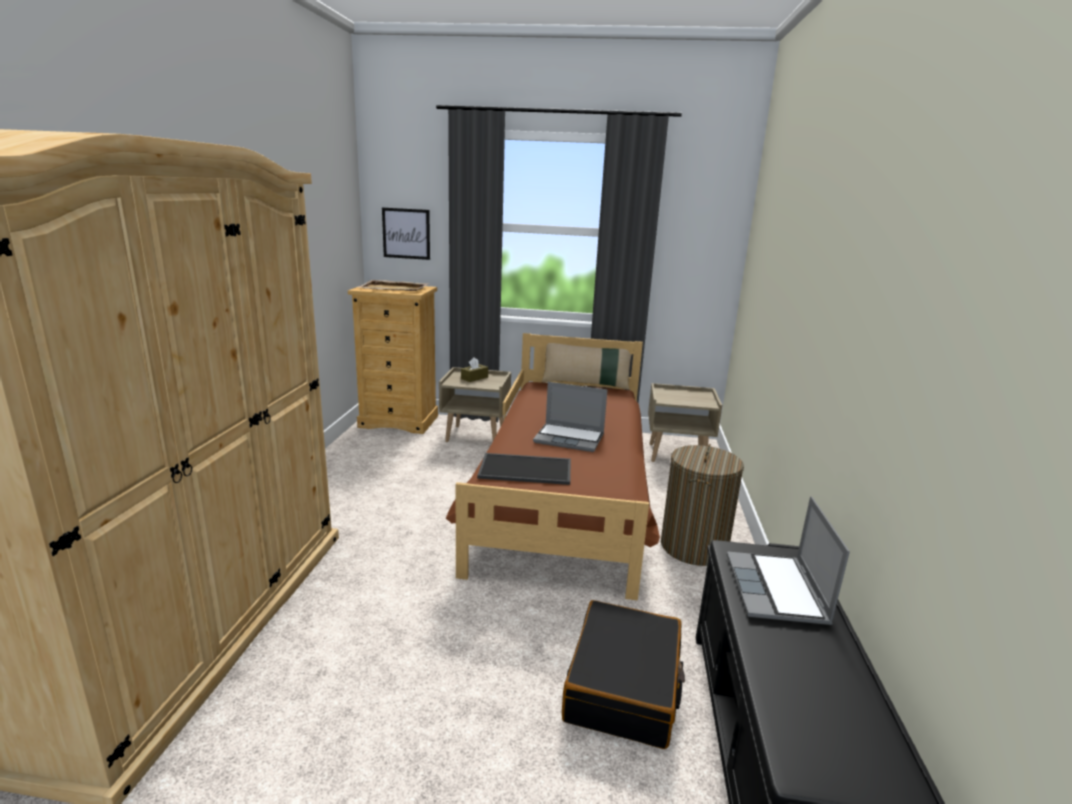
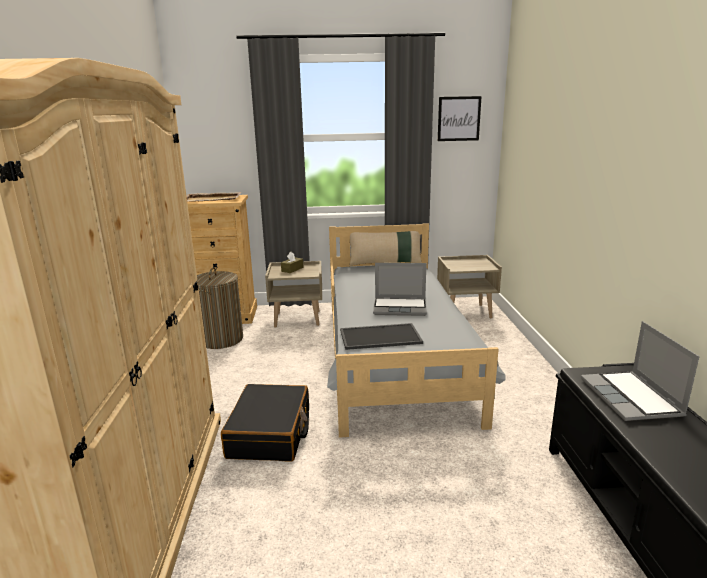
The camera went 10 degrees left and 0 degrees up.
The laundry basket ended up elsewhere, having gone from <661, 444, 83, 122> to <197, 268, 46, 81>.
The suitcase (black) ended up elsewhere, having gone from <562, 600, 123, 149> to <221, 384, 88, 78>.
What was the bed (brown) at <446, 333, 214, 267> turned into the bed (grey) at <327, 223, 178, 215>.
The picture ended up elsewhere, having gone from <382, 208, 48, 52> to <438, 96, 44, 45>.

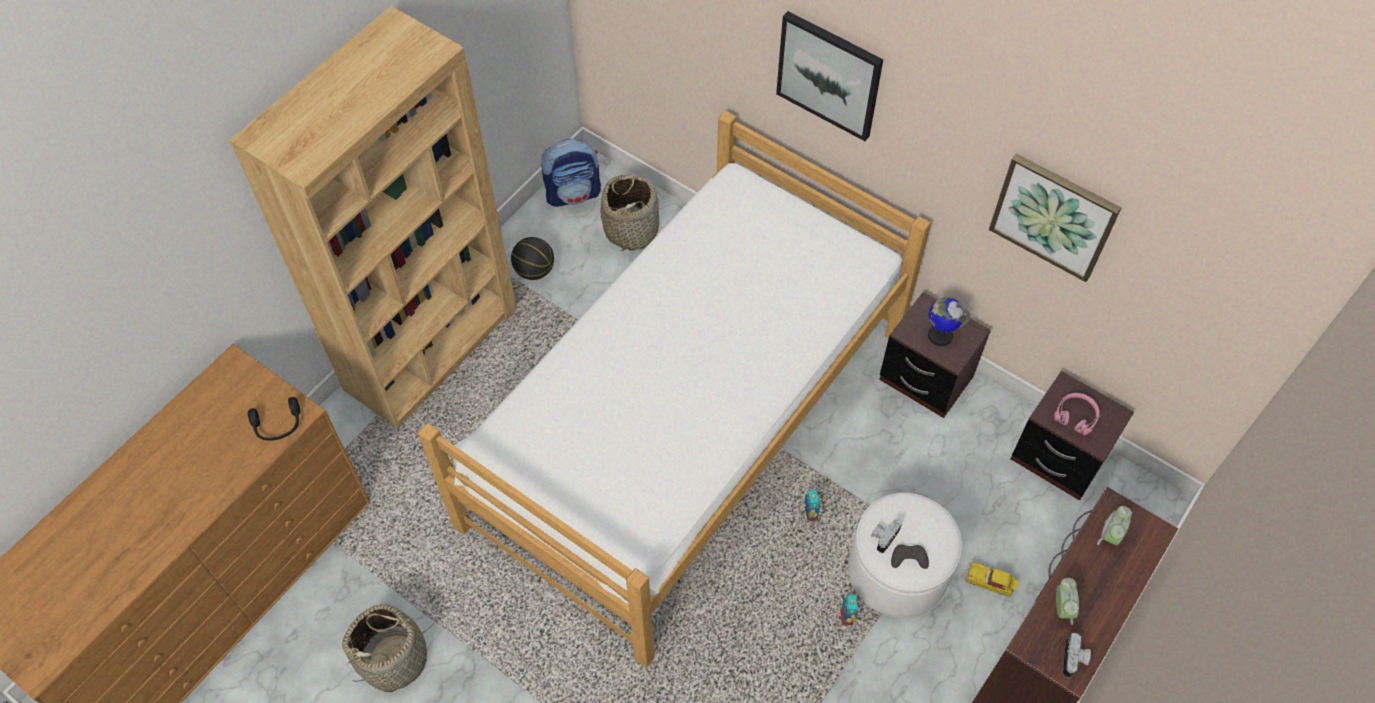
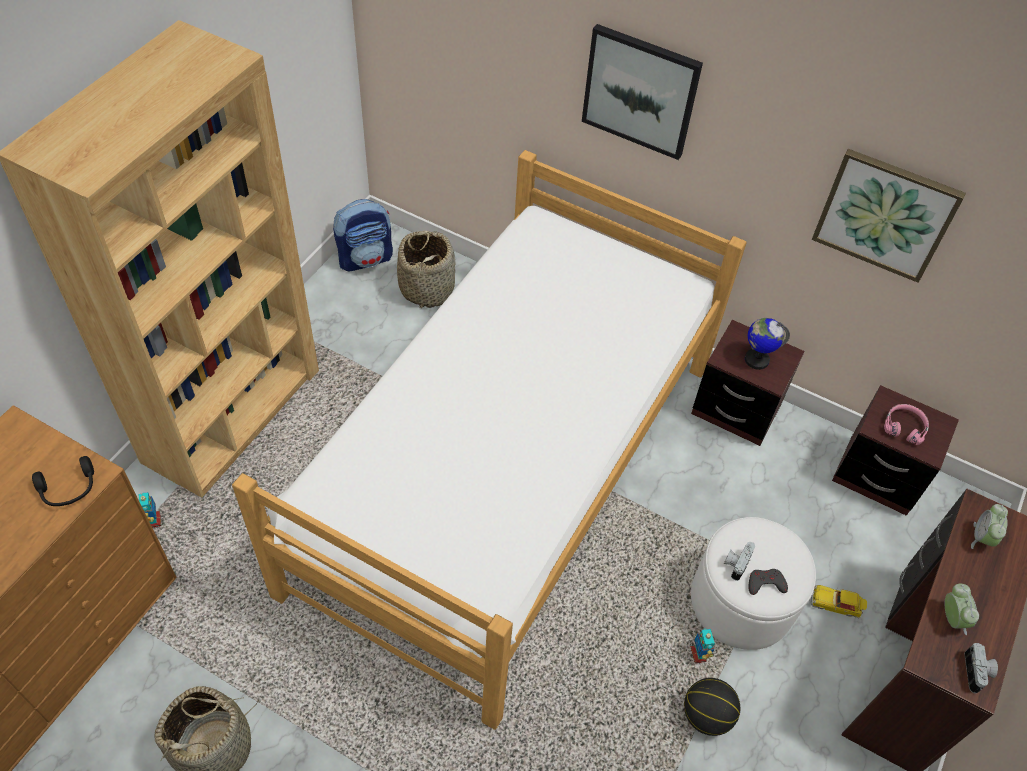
The camera went 10 degrees left and 5 degrees down.
The toy robot ended up elsewhere, having gone from <805, 490, 15, 32> to <138, 492, 23, 36>.
The basketball ended up elsewhere, having gone from <511, 237, 43, 43> to <684, 678, 56, 58>.

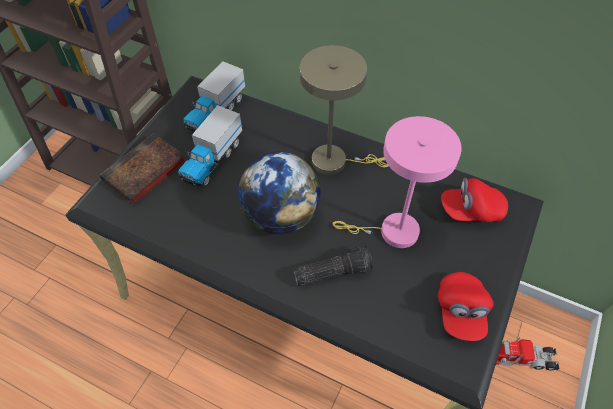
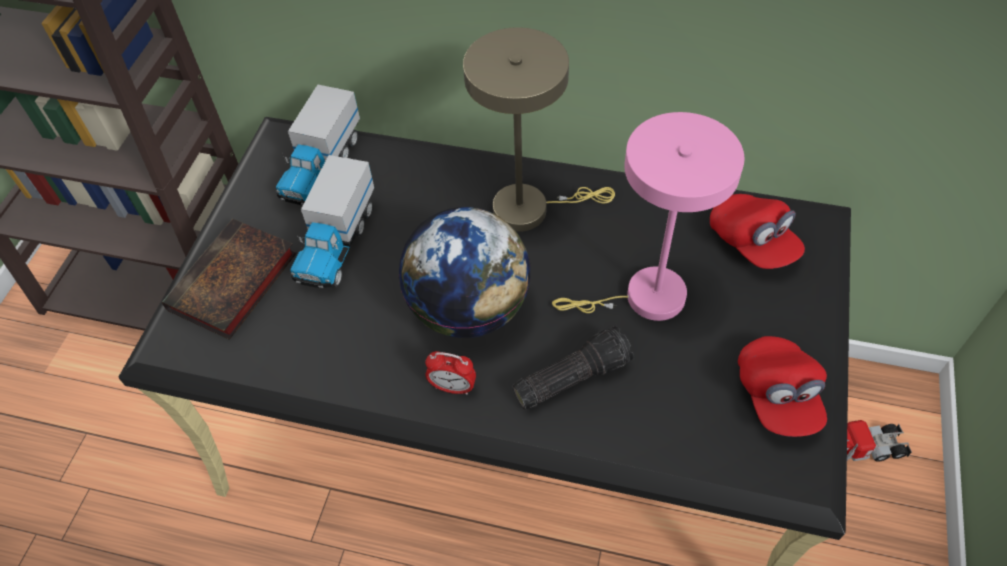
The camera went 10 degrees left and 0 degrees up.
The second view gained the alarm clock at <425, 351, 51, 44>.
The cap (red) at <441, 178, 67, 44> ended up facing another way, 105 degrees counterclockwise from before.

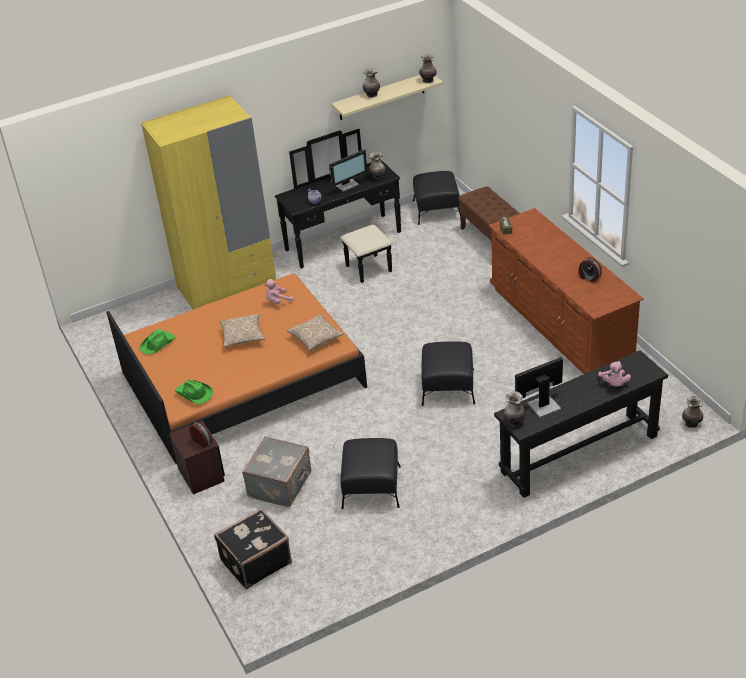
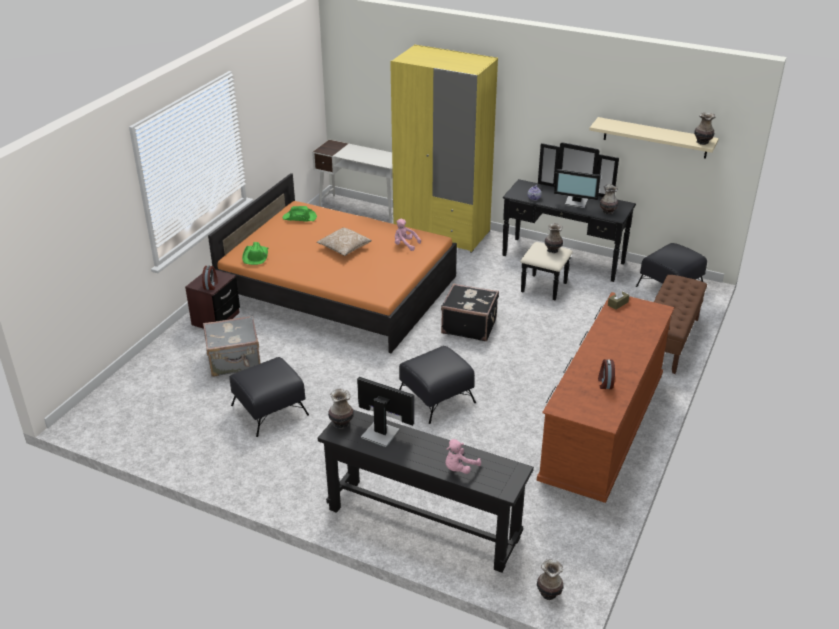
The camera went 50 degrees right and 5 degrees down.
The second view gained the desk (white) at <312, 140, 81, 83>.
The suitcase (black) ended up elsewhere, having gone from <214, 508, 78, 81> to <441, 284, 58, 57>.
The vase ended up elsewhere, having gone from <363, 68, 17, 30> to <545, 223, 18, 30>.
The second view lost the pillow at <287, 314, 56, 37>.

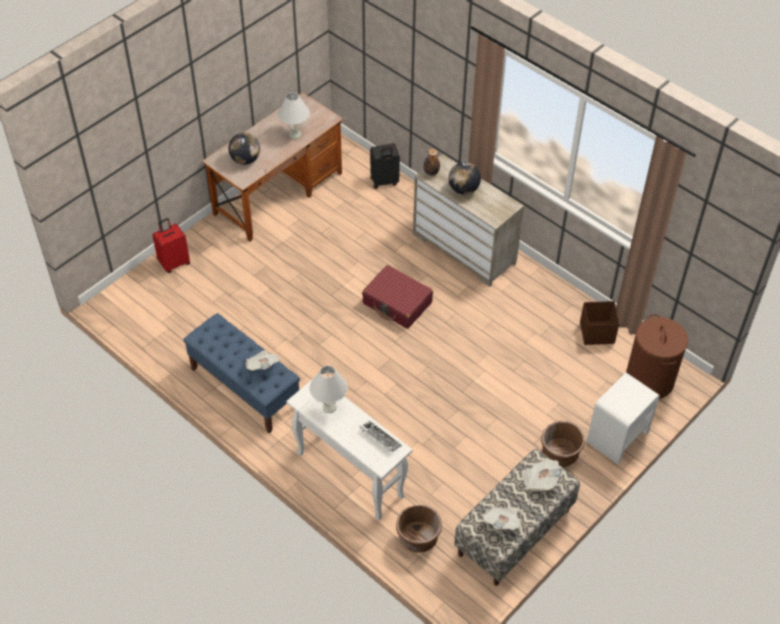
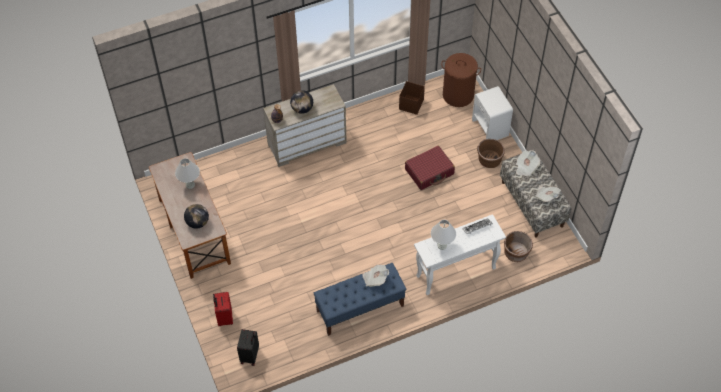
The camera went 65 degrees left and 5 degrees up.
The suitcase (black) ended up elsewhere, having gone from <370, 143, 30, 46> to <237, 329, 22, 37>.
The suitcase (red) ended up elsewhere, having gone from <362, 265, 71, 64> to <405, 146, 50, 44>.

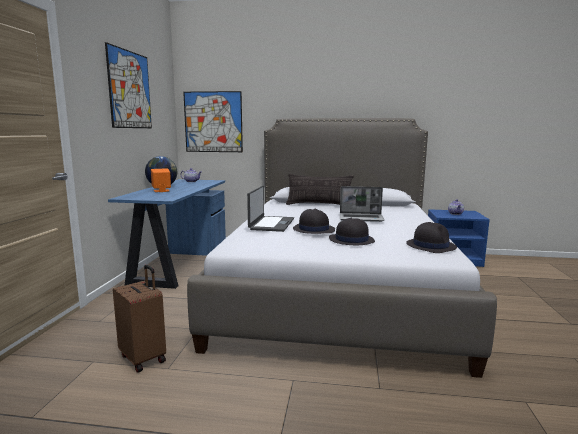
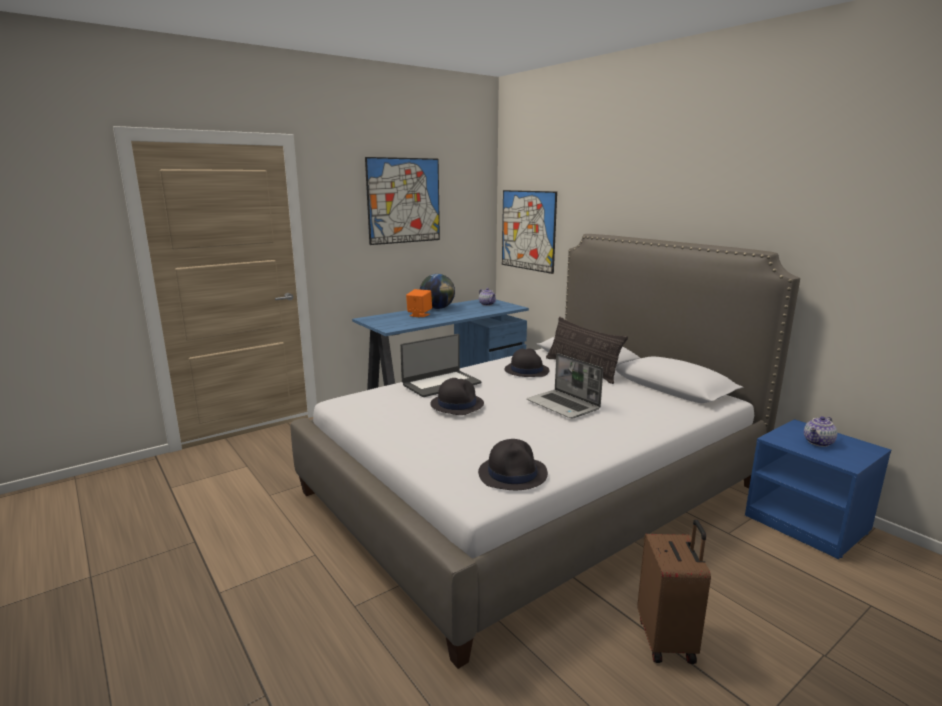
The camera went 45 degrees right and 5 degrees up.
The hat (black) ended up elsewhere, having gone from <329, 218, 46, 27> to <504, 348, 46, 29>.
The suitcase (brown) ended up elsewhere, having gone from <113, 265, 53, 108> to <637, 519, 74, 145>.

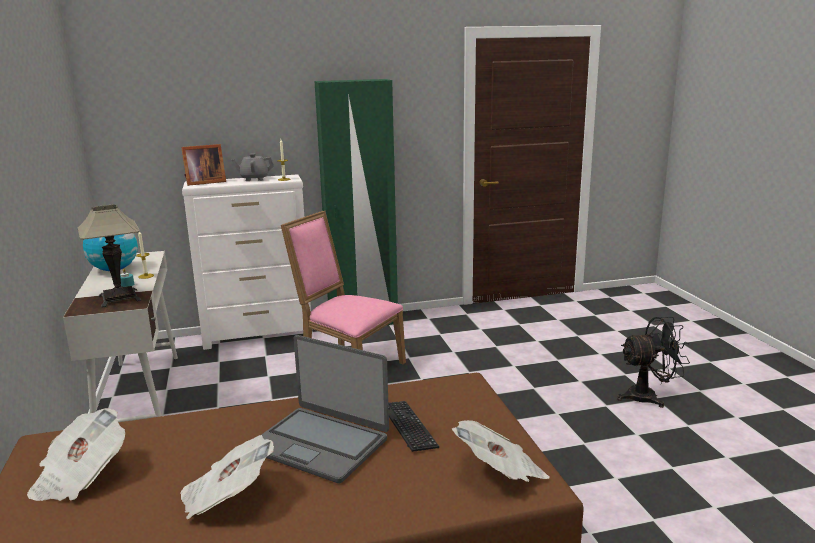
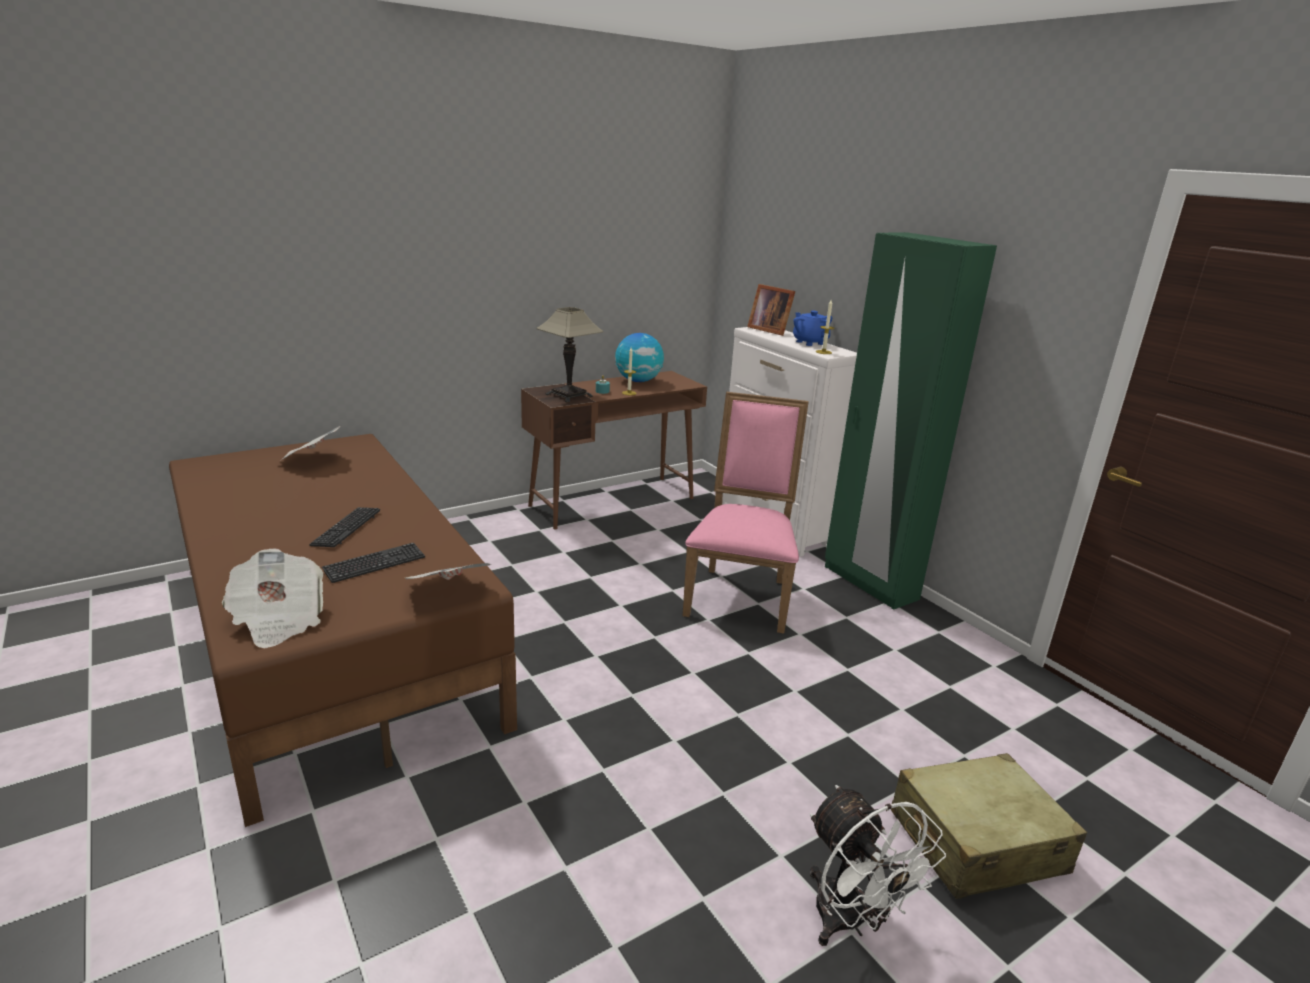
The camera went 70 degrees right and 5 degrees up.
Where the laptop stood at <262, 335, 127, 148>, the keyboard came to stand at <309, 507, 71, 40>.
The newspaper ended up elsewhere, having gone from <180, 435, 94, 84> to <406, 563, 85, 17>.
What was the desk (white) at <63, 251, 115, 171> turned into the desk (brown) at <521, 371, 186, 159>.
What was the teapot (grey) at <232, 153, 42, 28> turned into the teapot (blue) at <793, 311, 39, 35>.
What was the fan (black) at <617, 317, 73, 91> turned into the fan (white) at <810, 785, 136, 161>.
The second view gained the suitcase (beige) at <891, 753, 196, 146>.

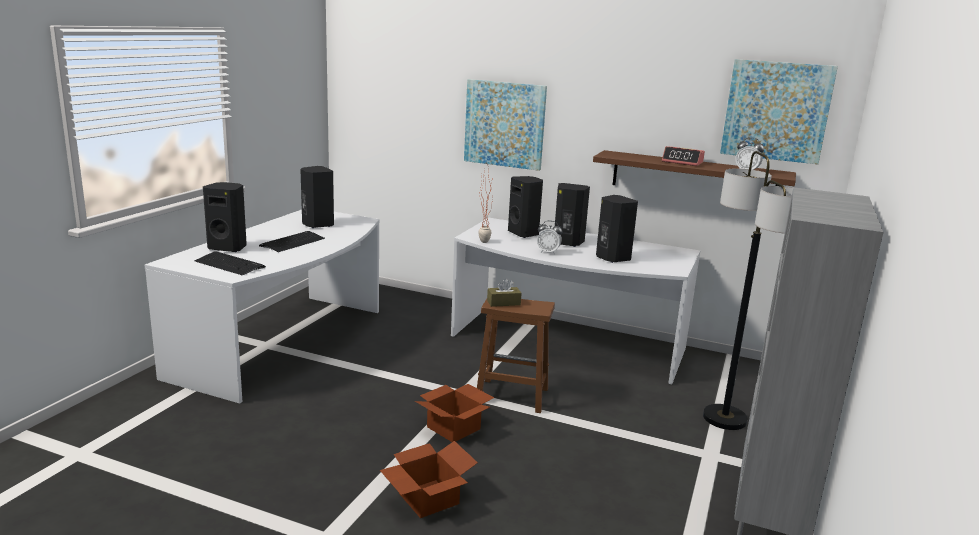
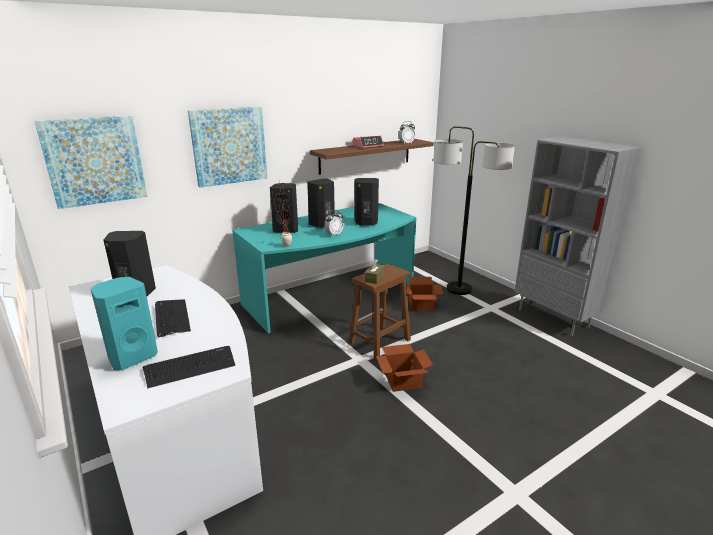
The camera went 55 degrees left and 5 degrees up.
The picture ended up elsewhere, having gone from <720, 59, 118, 105> to <35, 115, 112, 94>.
What was the speaker (black) at <203, 182, 44, 70> turned into the speaker (turquoise) at <90, 277, 68, 93>.
What was the desk (white) at <451, 218, 249, 166> turned into the desk (turquoise) at <232, 203, 185, 130>.
The cardboard box ended up elsewhere, having gone from <380, 441, 98, 77> to <407, 277, 37, 33>.

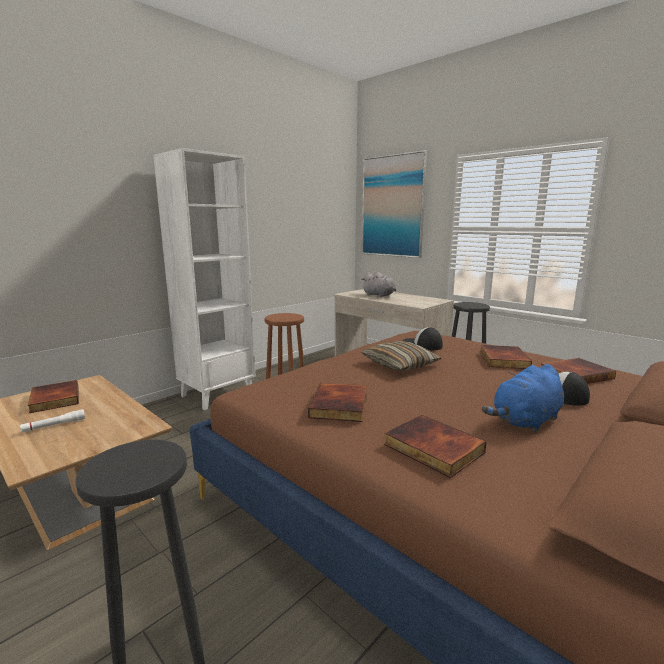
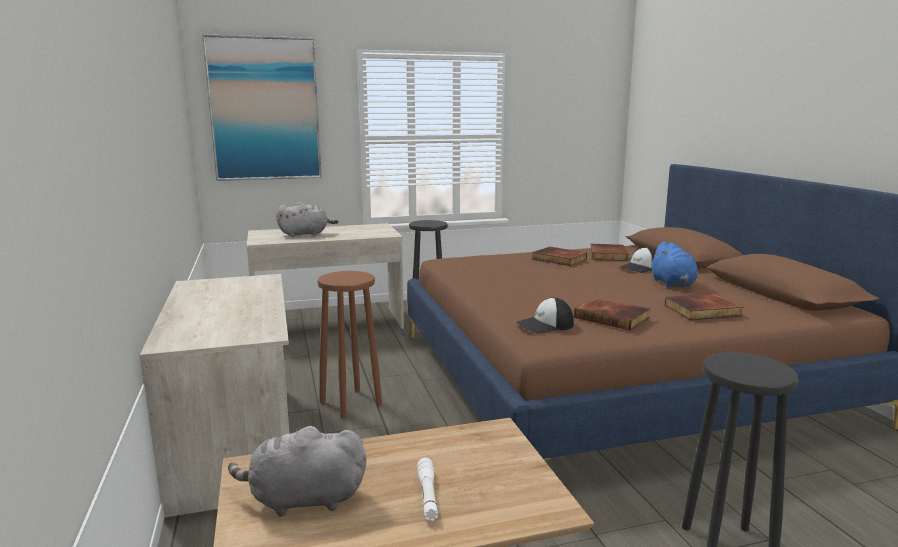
The camera went 60 degrees left and 0 degrees up.
Where the bookcase (white) stood at <153, 148, 103, 262>, the desk (beige) came to stand at <140, 274, 149, 244>.
Where the book stood at <28, 380, 51, 33>, the plush toy (grey) came to stand at <228, 426, 138, 90>.
The cap ended up elsewhere, having gone from <402, 327, 41, 23> to <516, 297, 58, 36>.
The second view lost the pillow at <361, 341, 81, 30>.

